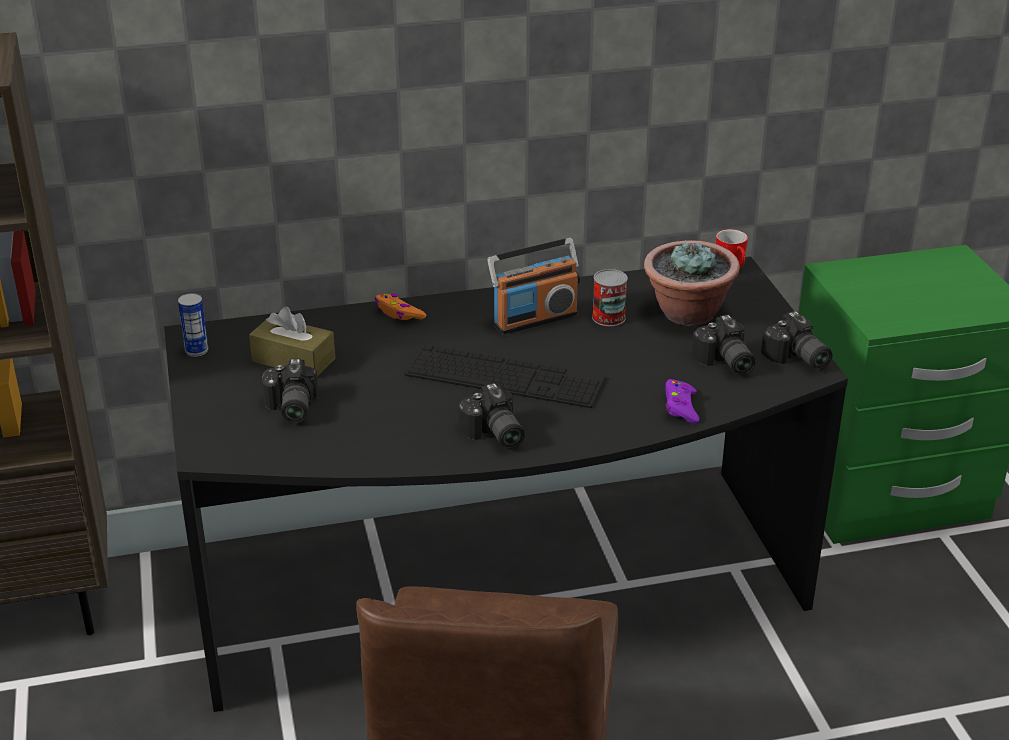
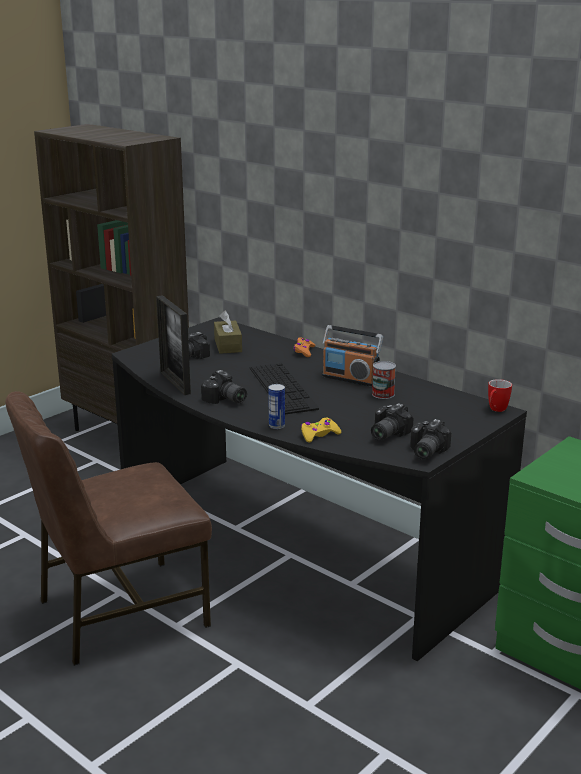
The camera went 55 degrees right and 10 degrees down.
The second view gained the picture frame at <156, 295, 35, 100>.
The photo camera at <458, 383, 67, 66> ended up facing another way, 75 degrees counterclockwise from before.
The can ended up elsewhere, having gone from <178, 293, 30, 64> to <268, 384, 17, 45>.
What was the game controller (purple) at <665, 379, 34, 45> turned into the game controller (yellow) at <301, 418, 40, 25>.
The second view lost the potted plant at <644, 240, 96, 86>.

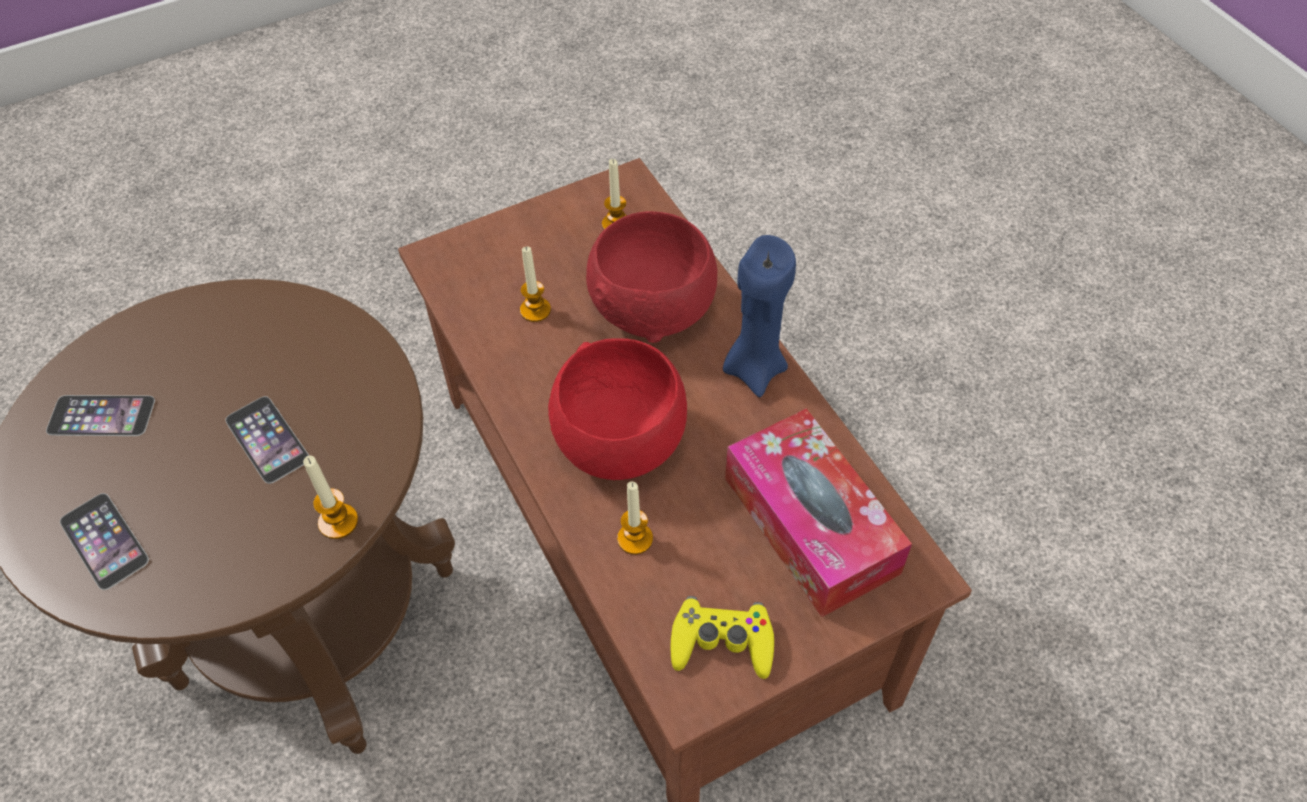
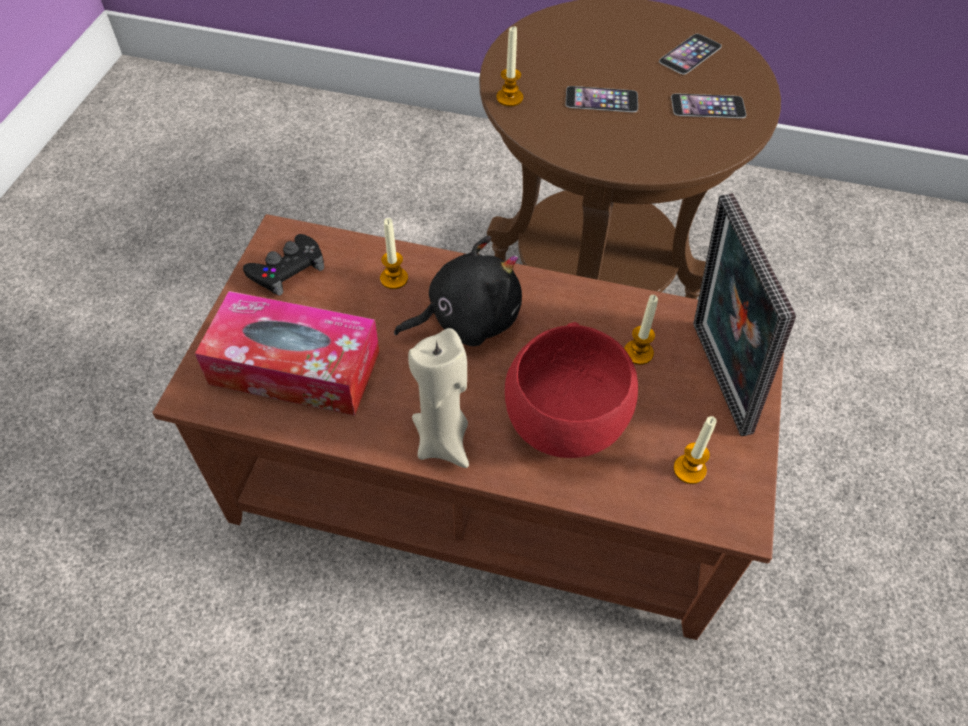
The camera went 130 degrees right and 0 degrees up.
What was the game controller (yellow) at <670, 596, 104, 83> turned into the game controller (black) at <243, 234, 81, 62>.
Where the bowl (red) stood at <548, 338, 139, 142>, the plush toy (black) came to stand at <394, 236, 128, 110>.
What was the candle (blue) at <723, 235, 73, 162> turned into the candle (beige) at <408, 328, 61, 140>.
The phone ended up elsewhere, having gone from <60, 493, 89, 97> to <671, 93, 75, 25>.
The second view gained the picture frame at <693, 193, 103, 243>.

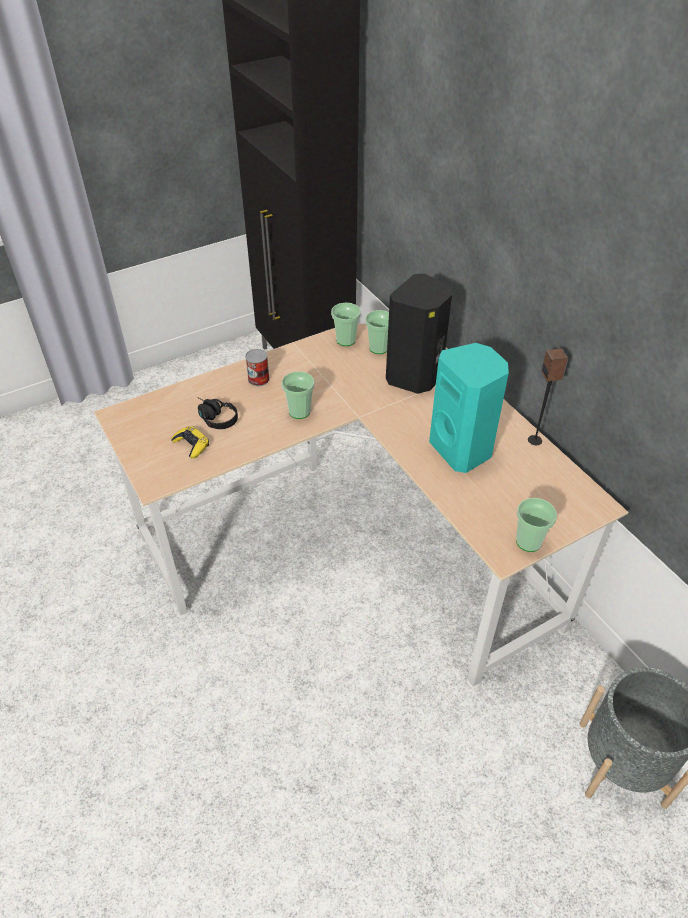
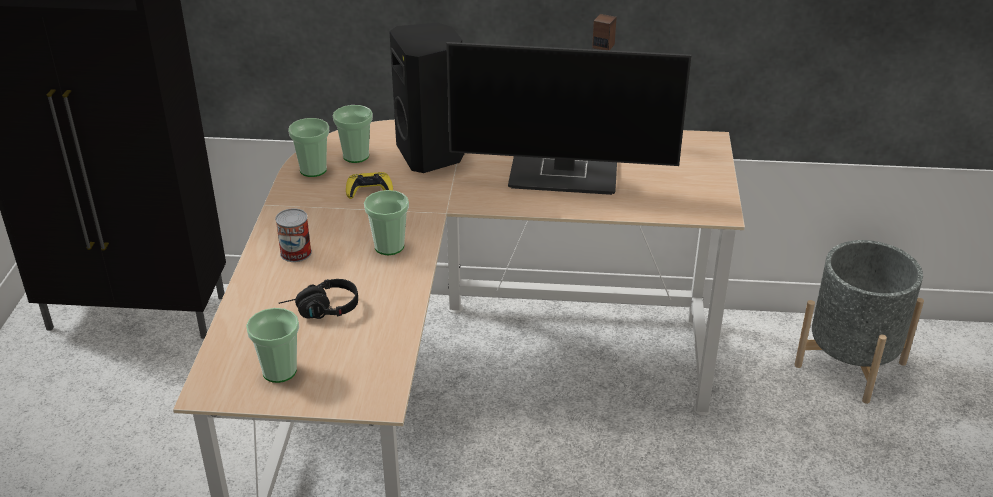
The camera went 55 degrees left and 10 degrees down.
The cup ended up elsewhere, having gone from <516, 498, 41, 54> to <246, 308, 53, 75>.
The game controller (yellow) ended up elsewhere, having gone from <171, 426, 38, 32> to <346, 172, 47, 27>.
Where the speaker (turquoise) stood at <429, 343, 80, 130>, the monitor came to stand at <446, 42, 245, 153>.

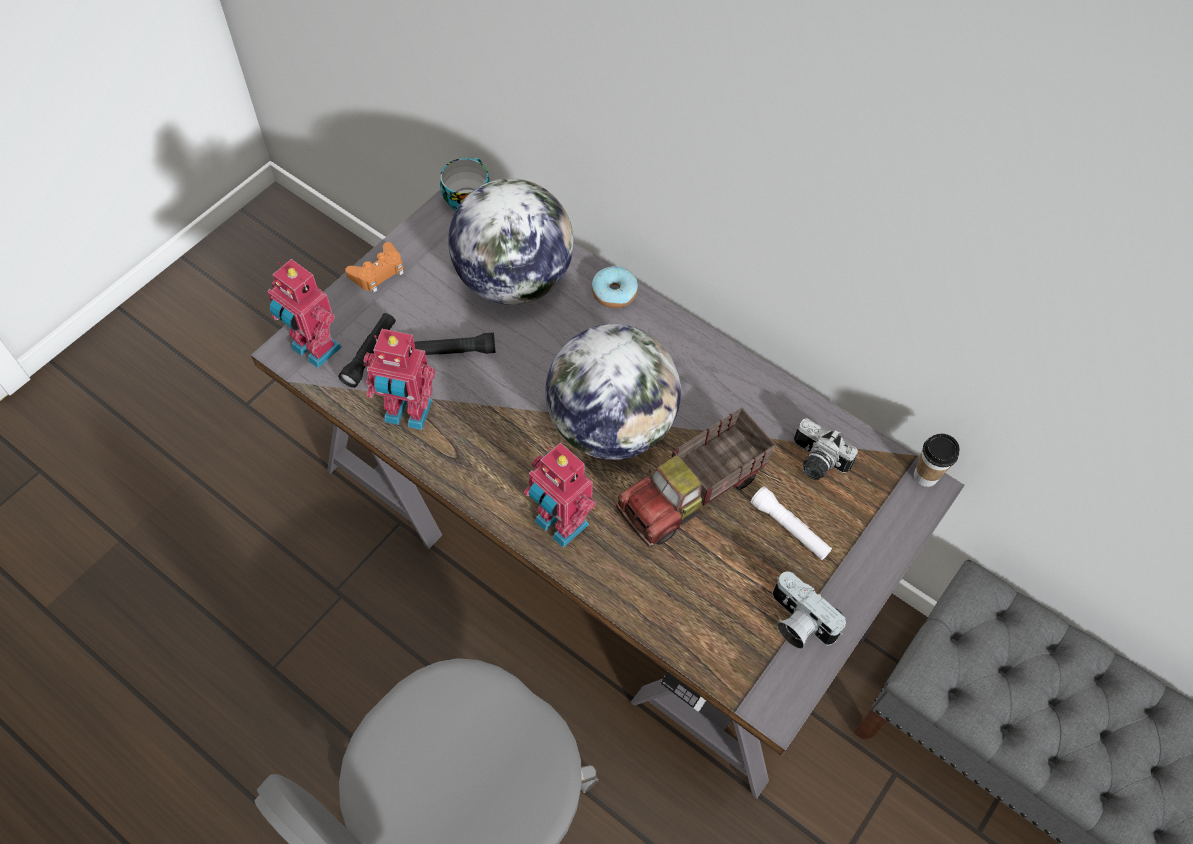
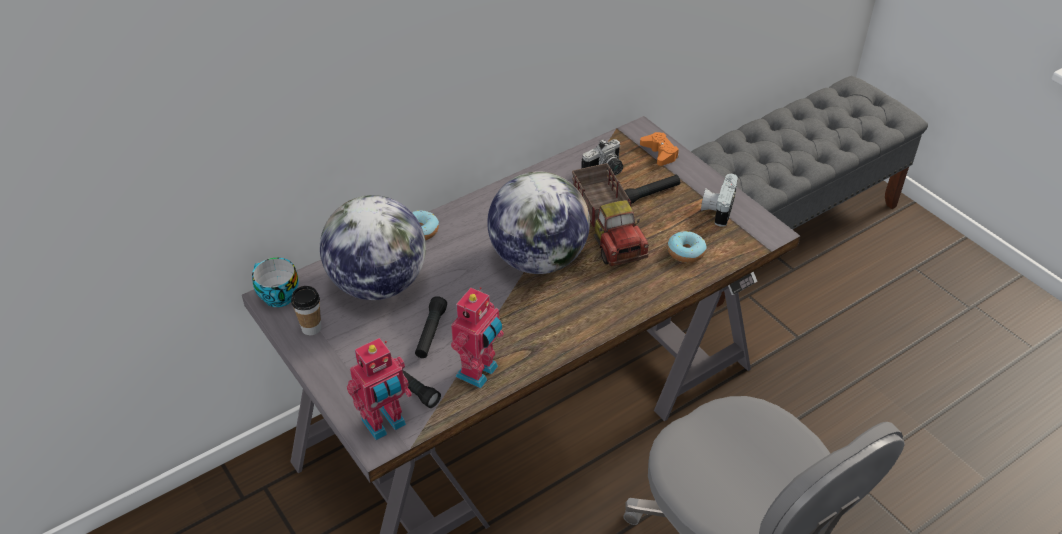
The camera went 70 degrees left and 15 degrees down.
The cup ended up elsewhere, having gone from <914, 434, 45, 53> to <291, 286, 30, 49>.
What was the flashlight (white) at <750, 486, 82, 74> turned into the flashlight (black) at <624, 175, 56, 29>.
The game controller (orange) ended up elsewhere, having gone from <345, 242, 59, 51> to <640, 132, 39, 34>.
The second view gained the donut at <667, 231, 40, 32>.
The photo camera at <773, 572, 73, 77> ended up facing another way, 135 degrees clockwise from before.
The second view lost the toy robot at <524, 442, 72, 106>.

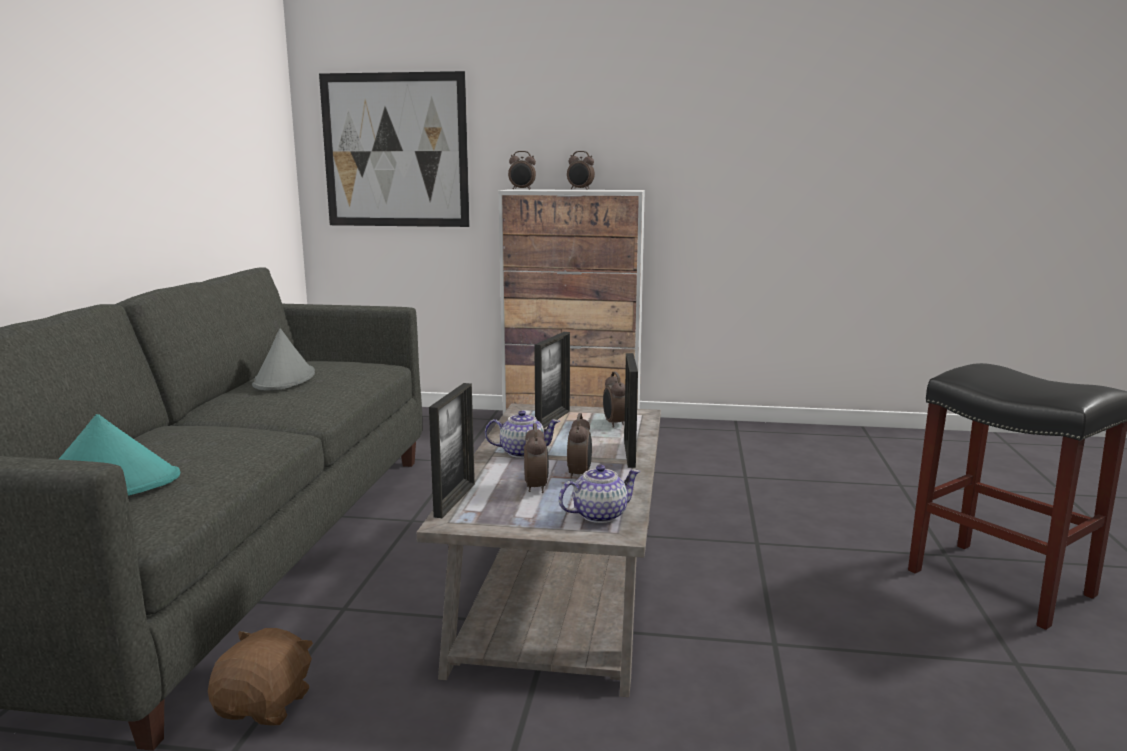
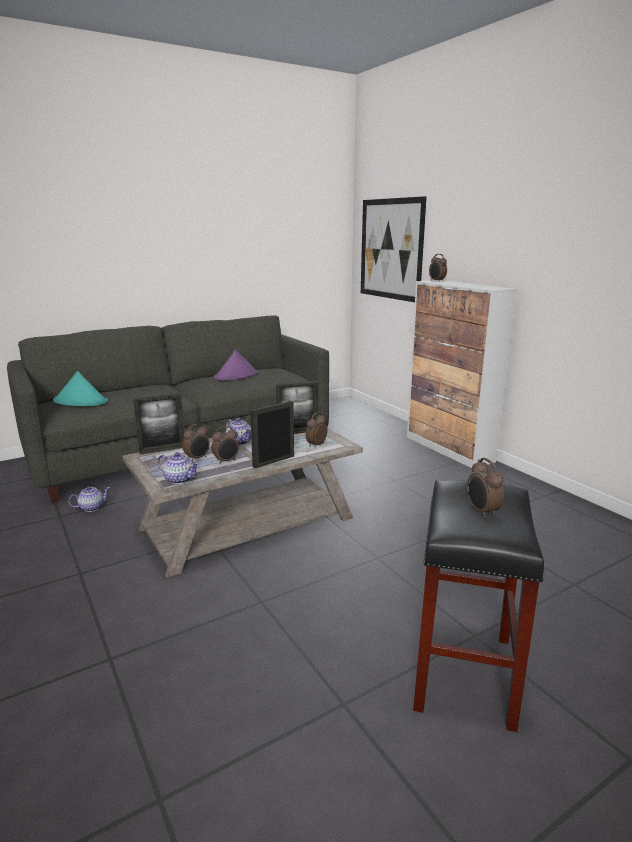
The camera went 50 degrees right and 5 degrees up.
Where the plush toy (brown) stood at <208, 628, 105, 98>, the teapot came to stand at <68, 486, 42, 26>.
What was the hat (grey) at <252, 329, 63, 62> turned into the hat (purple) at <214, 350, 44, 30>.
The alarm clock ended up elsewhere, having gone from <567, 151, 28, 39> to <467, 458, 37, 61>.

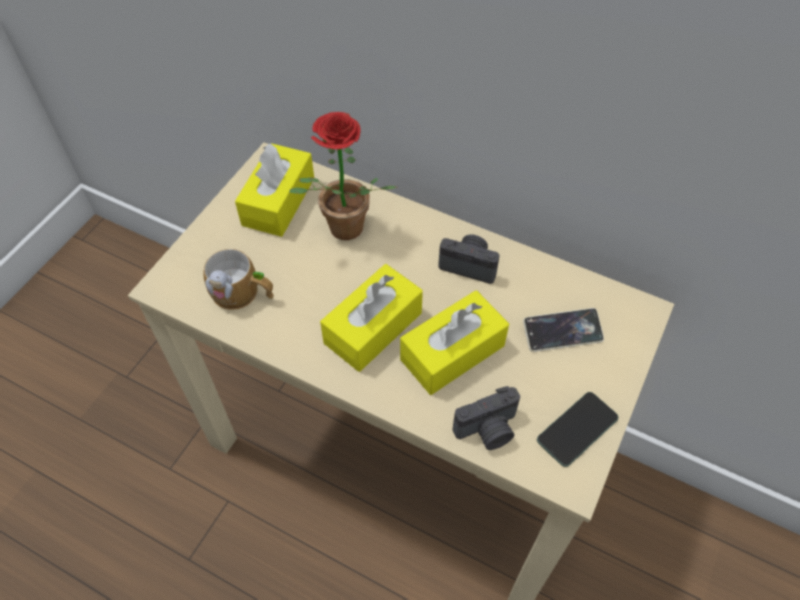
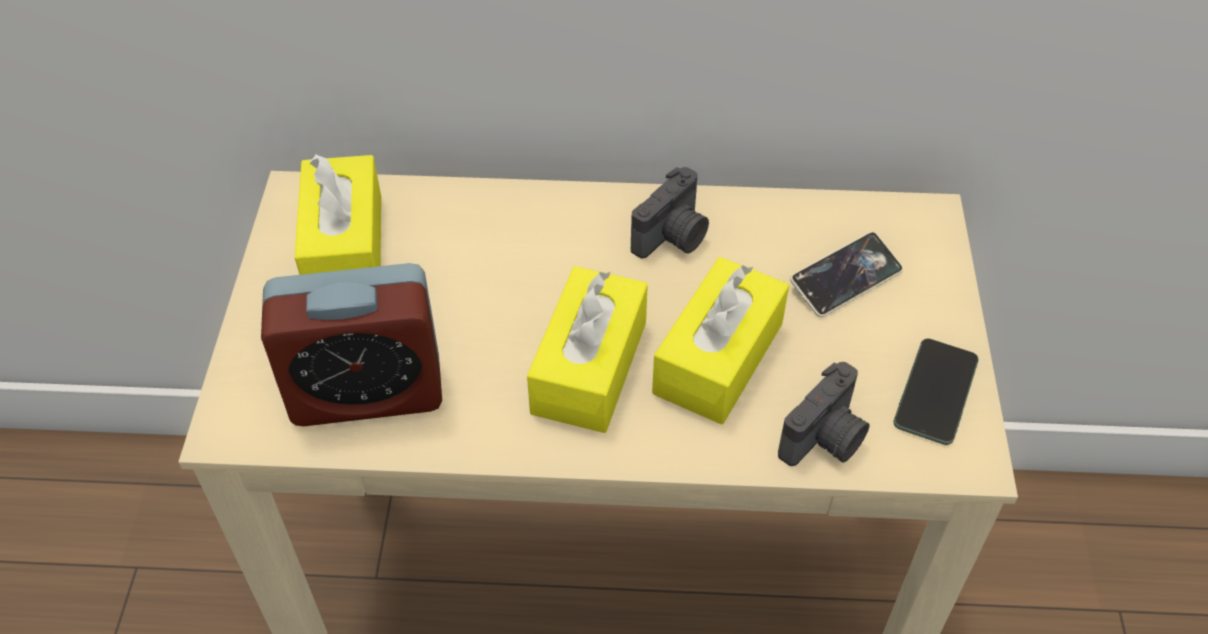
The camera went 25 degrees left and 5 degrees down.
Where the mug stood at <203, 249, 71, 61>, the alarm clock came to stand at <261, 263, 181, 163>.
The photo camera at <438, 234, 62, 50> ended up facing another way, 135 degrees clockwise from before.
The second view lost the potted plant at <289, 112, 109, 128>.

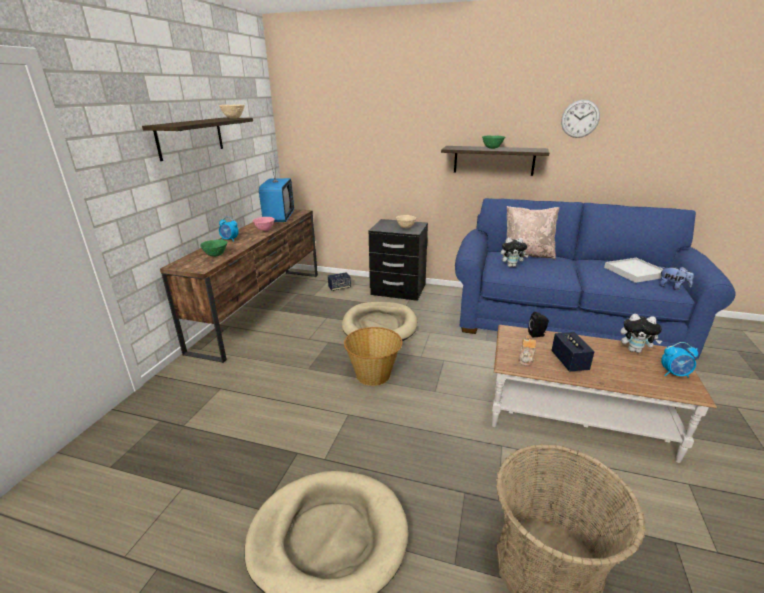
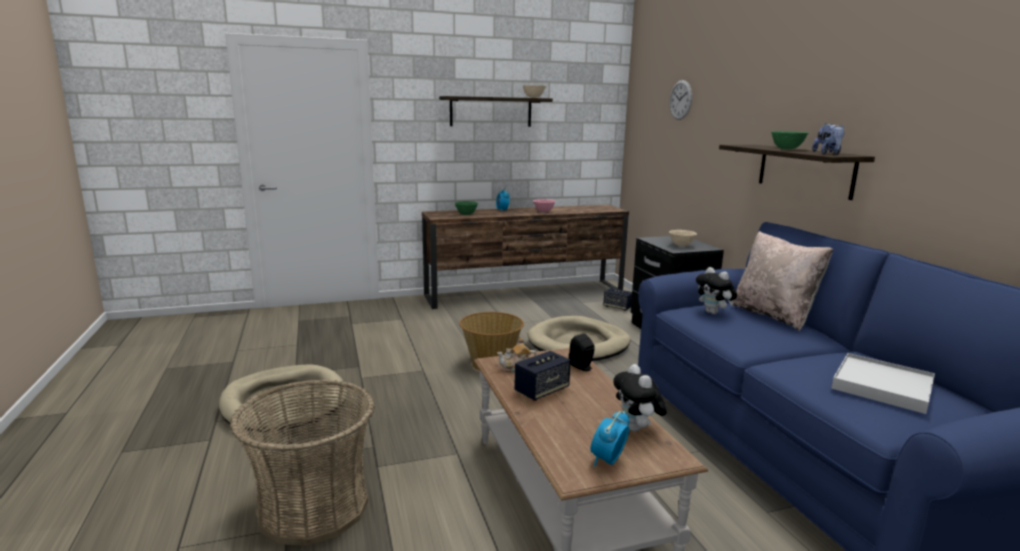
The camera went 55 degrees right and 10 degrees down.
The alarm clock at <661, 342, 37, 36> ended up facing another way, 60 degrees clockwise from before.
The wall clock ended up elsewhere, having gone from <561, 100, 39, 38> to <669, 80, 23, 40>.
The plush toy ended up elsewhere, having gone from <659, 267, 35, 23> to <812, 123, 33, 31>.
The second view lost the television at <259, 159, 35, 63>.

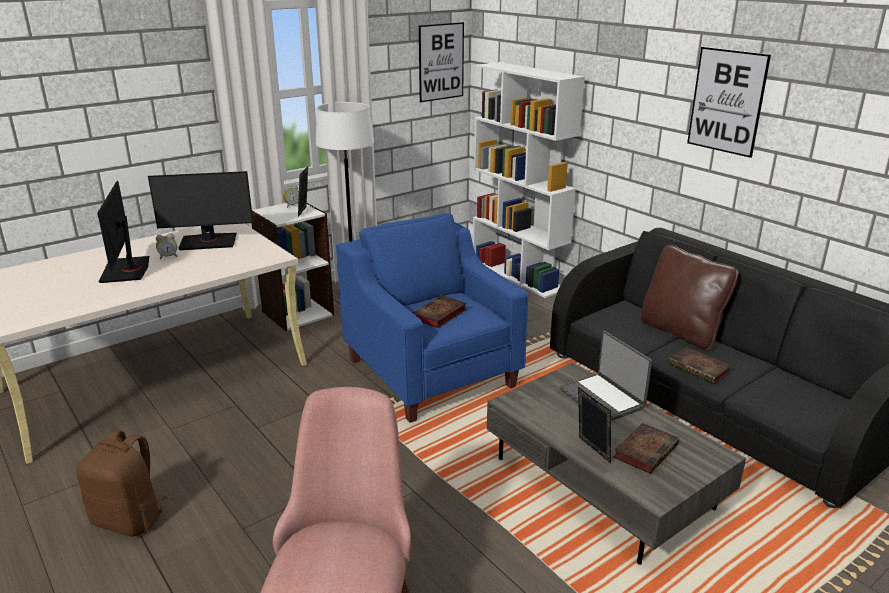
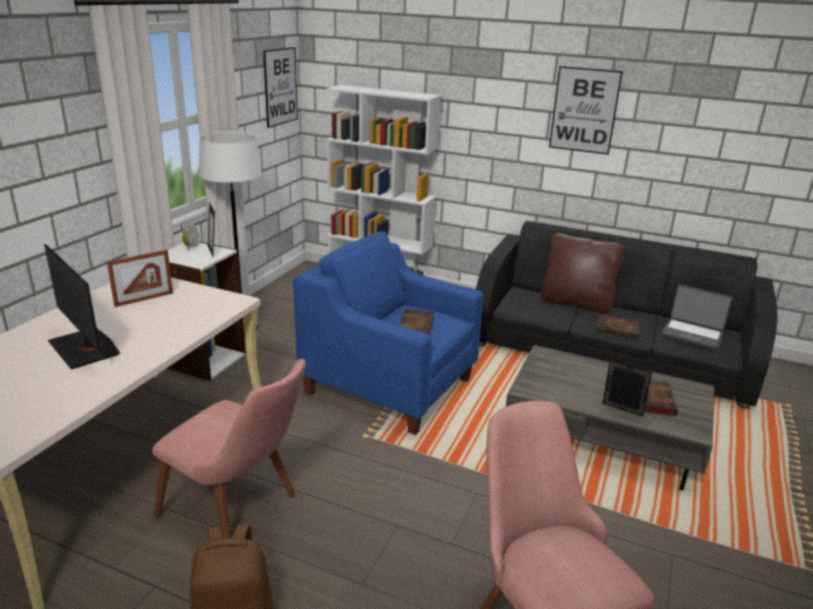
The camera went 30 degrees left and 0 degrees up.
Where the monitor stood at <148, 171, 105, 79>, the picture frame came to stand at <107, 250, 66, 57>.
The second view gained the chair (pink) at <152, 359, 154, 180>.
The laptop ended up elsewhere, having gone from <560, 331, 92, 90> to <661, 284, 72, 66>.
The second view lost the alarm clock at <156, 233, 21, 26>.

